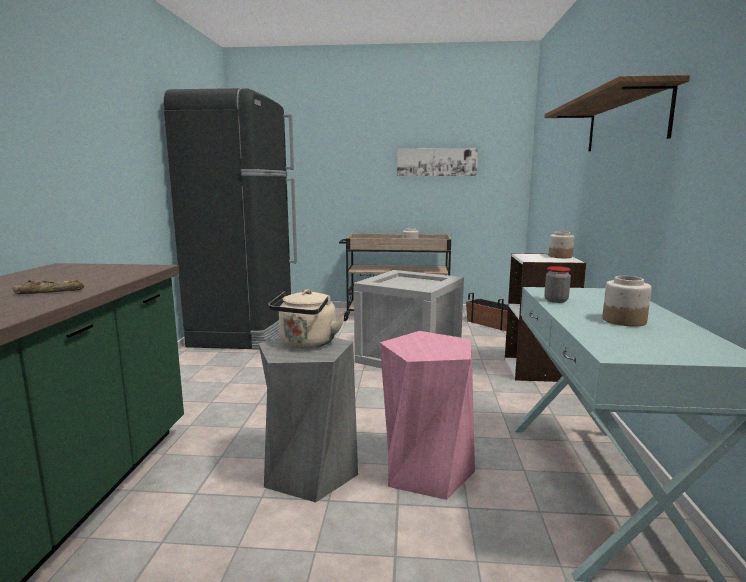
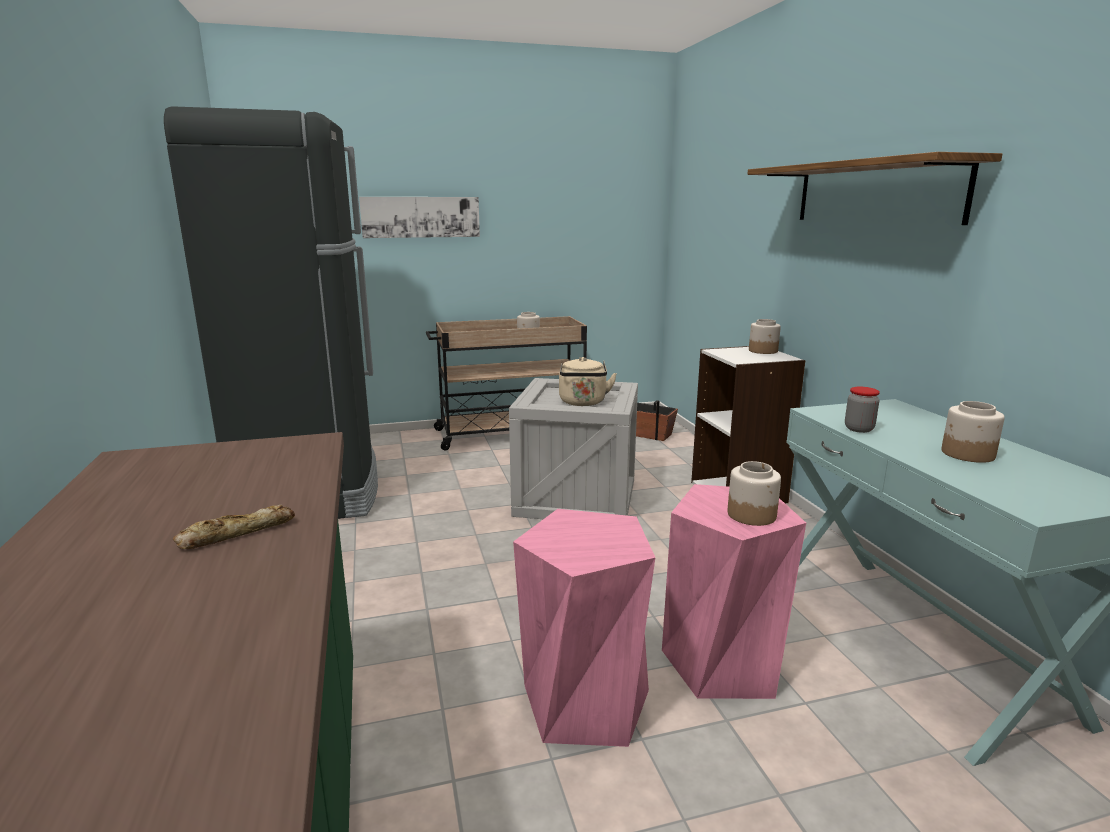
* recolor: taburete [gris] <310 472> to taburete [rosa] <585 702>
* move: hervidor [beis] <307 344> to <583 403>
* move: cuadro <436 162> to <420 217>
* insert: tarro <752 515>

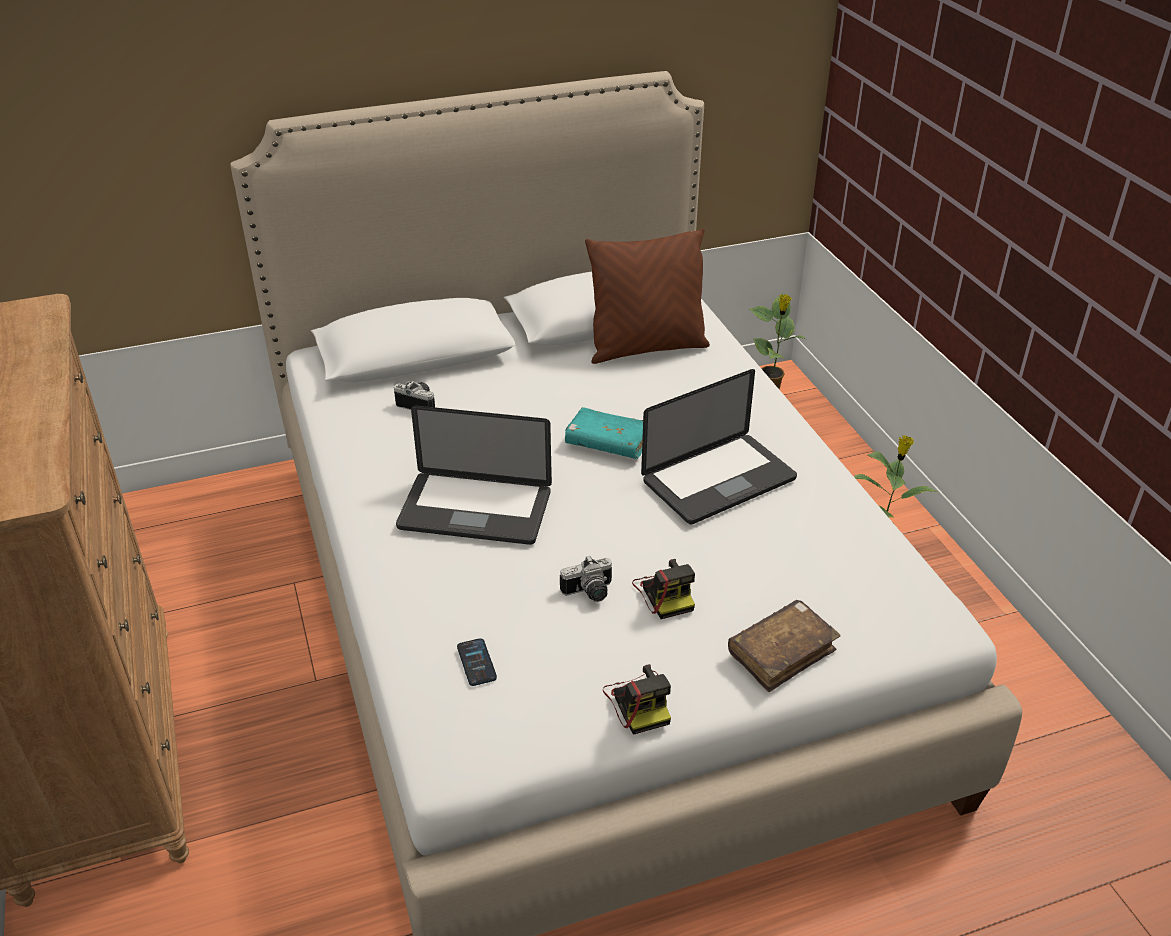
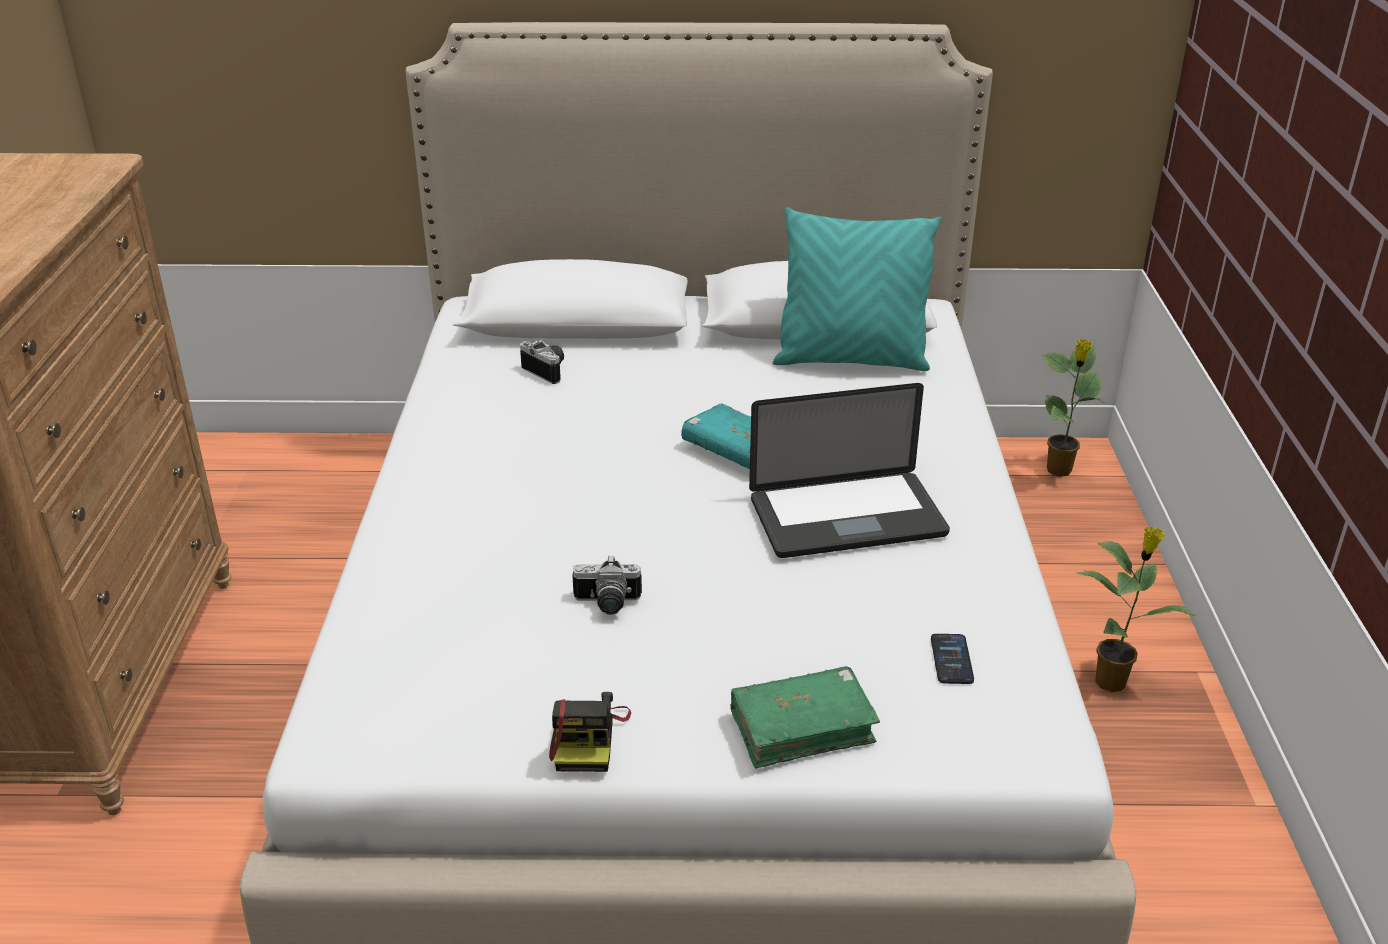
* delete: portátil <475 510>
* move: móvil <476 662> to <951 660>
* recolor: cojín [marrón] <646 348> to cojín [turquesa] <851 360>
* delete: cámara <665 593>
* recolor: libro [marrón] <781 653> to libro [verde] <802 728>

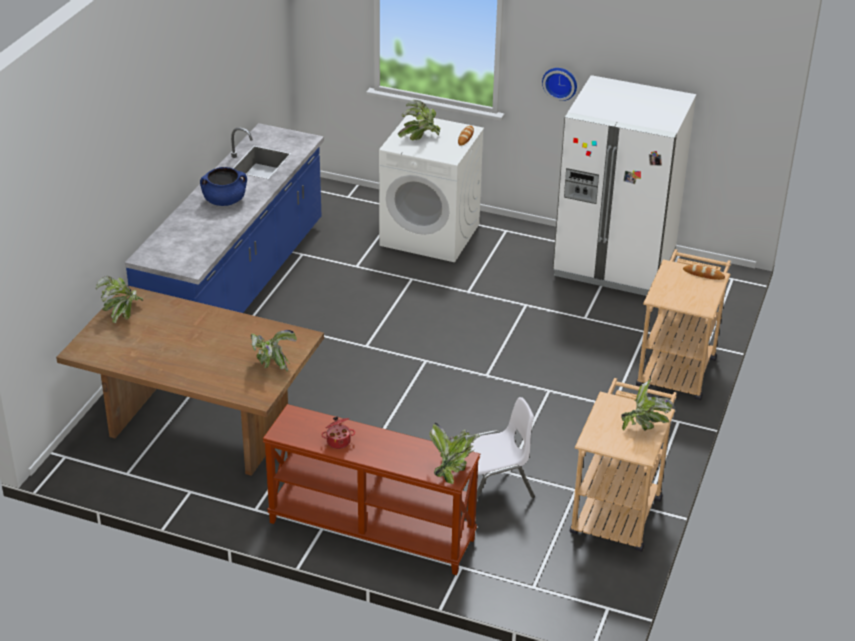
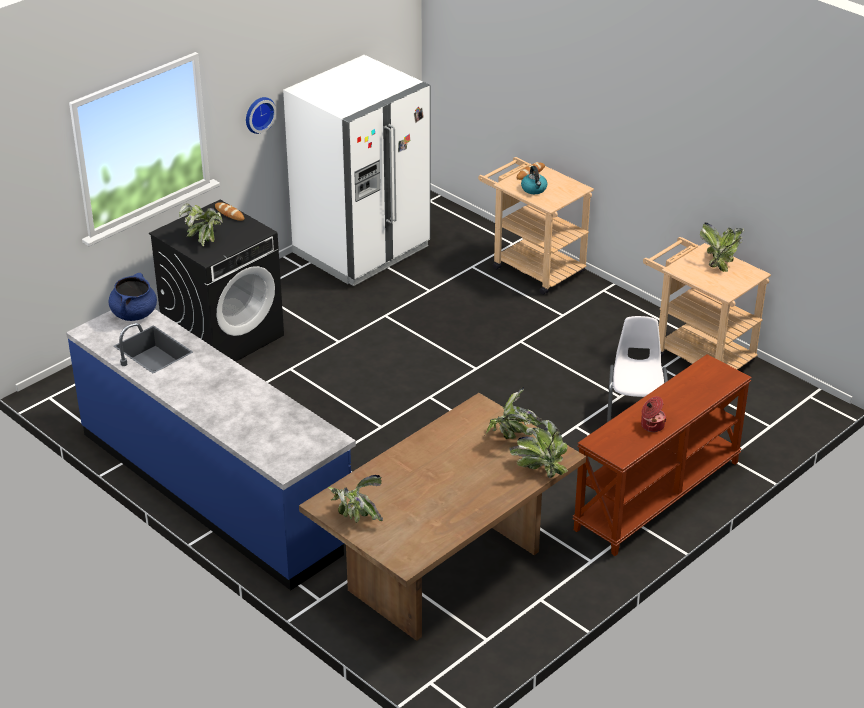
* move: olla [azul] <224 201> to <134 314>
* recolor: lavadora [blanco] <430 235> to lavadora [negro] <223 336>
* move: planta en maceta <453 468> to <539 467>
* insert: hervidor <534 189>

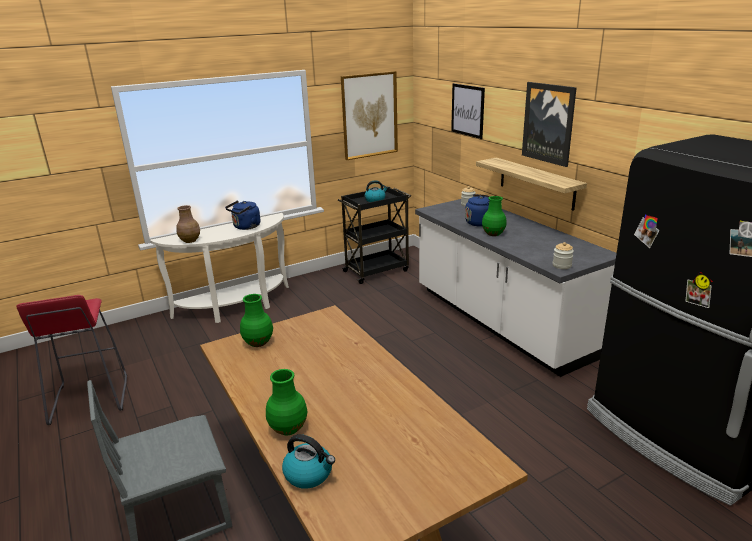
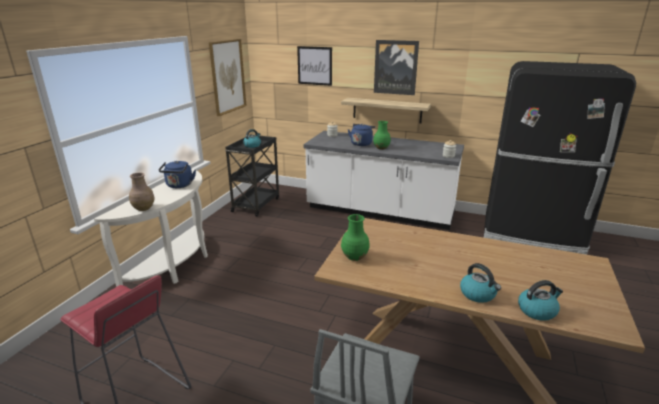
* replace: florero [verde] <289 428> to hervidor <478 294>

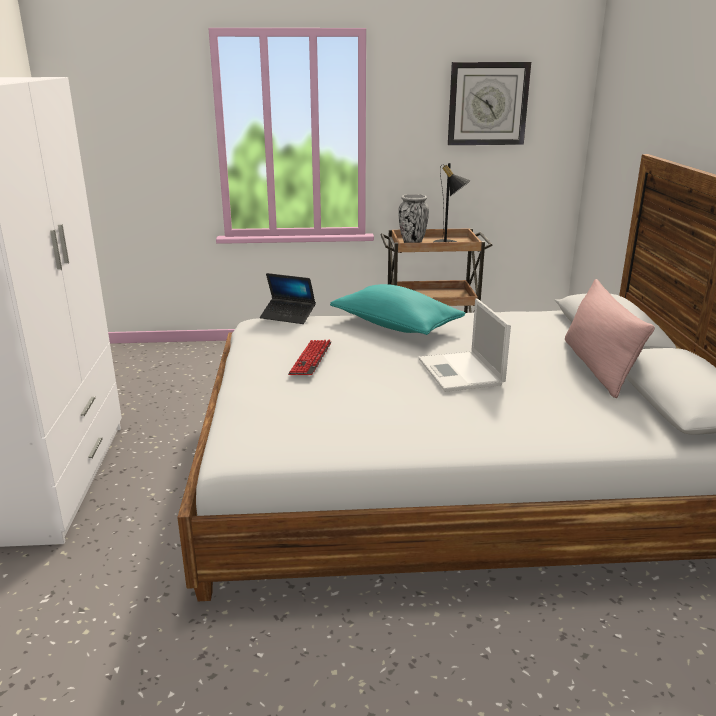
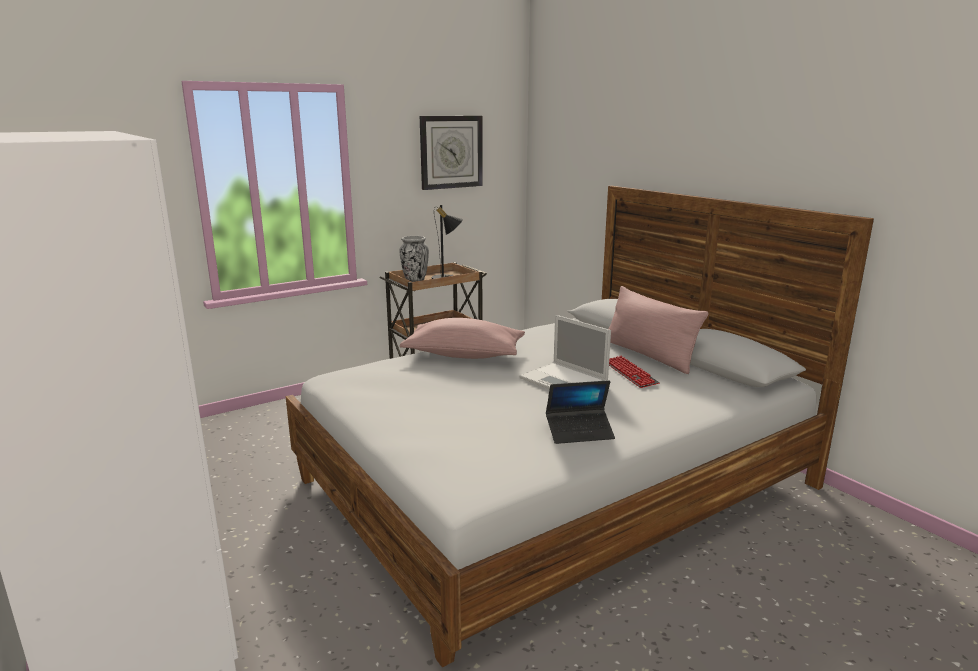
* move: portátil <288 316> to <579 432>
* move: teclado <310 359> to <630 373>
* recolor: cojín [turquesa] <396 326> to cojín [rosa] <464 355>

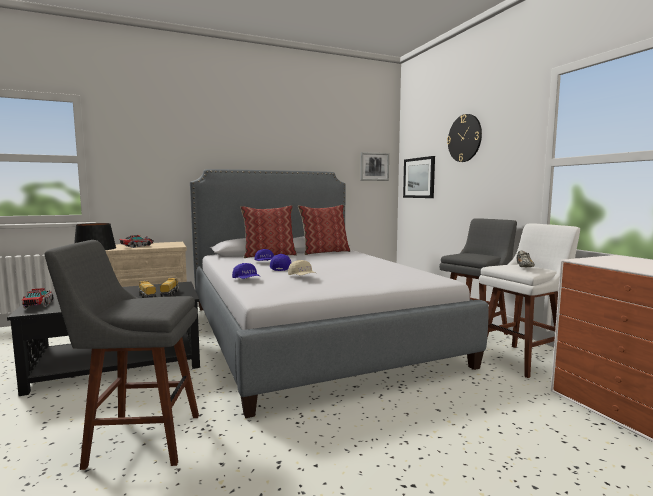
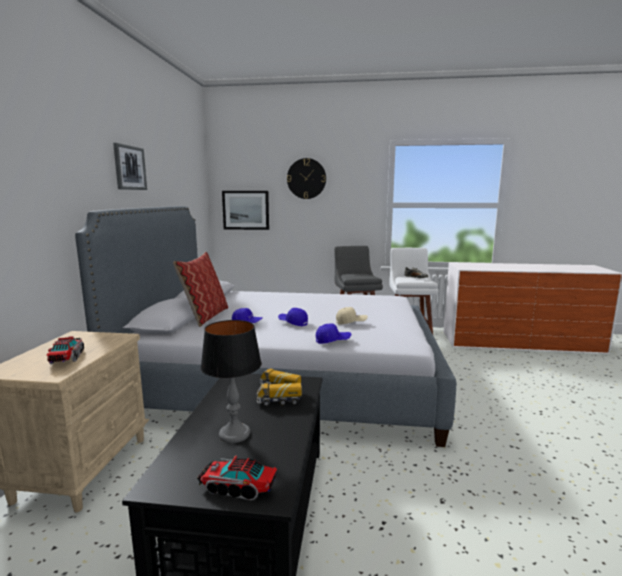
* delete: taburete [gris] <139 440>
* delete: cojín <324 252>
* move: cuadro <374 166> to <129 168>

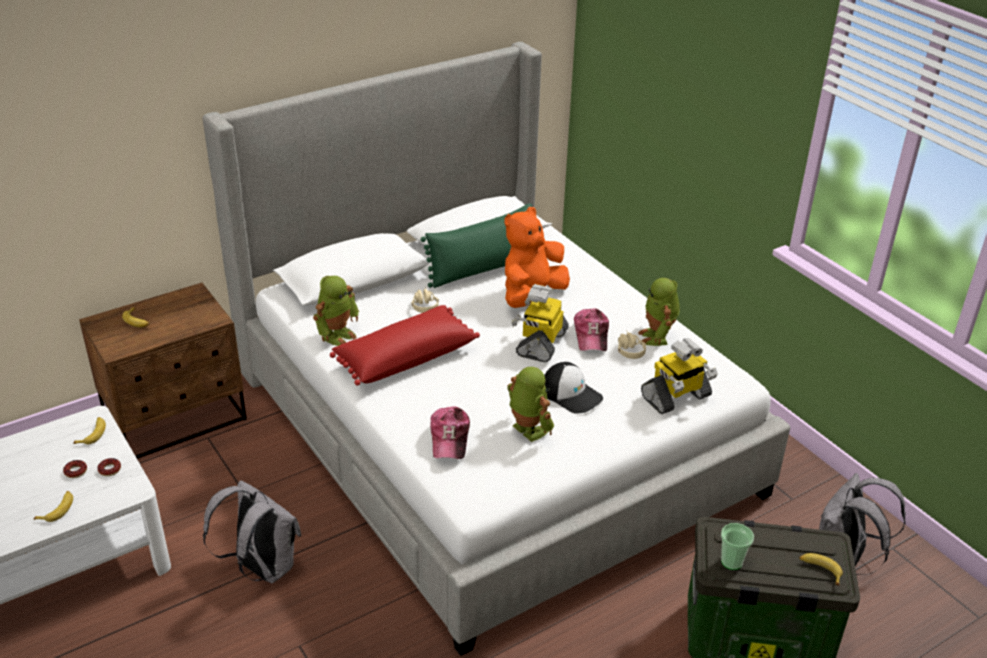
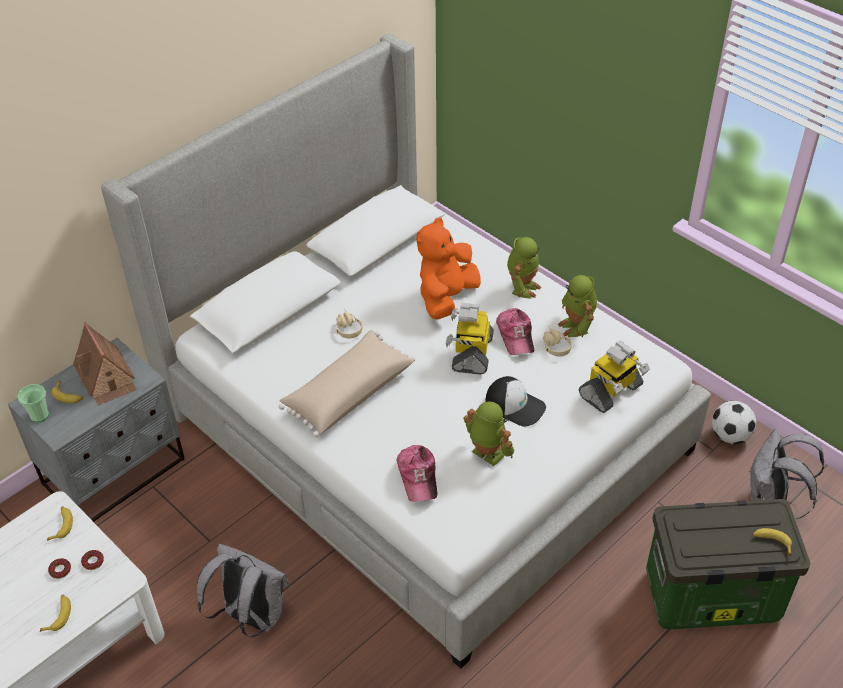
* recolor: mesita de noche [marrón] <176 420> to mesita de noche [gris] <115 472>
* move: robot de juguete <337 335> to <522 287>
* recolor: cojín [rojo] <405 357> to cojín [beis] <347 392>
* delete: cojín [verde] <483 269>
* move: taza <731 562> to <39 415>
* insert: casita <106 377>
* insert: balón de fútbol <730 436>

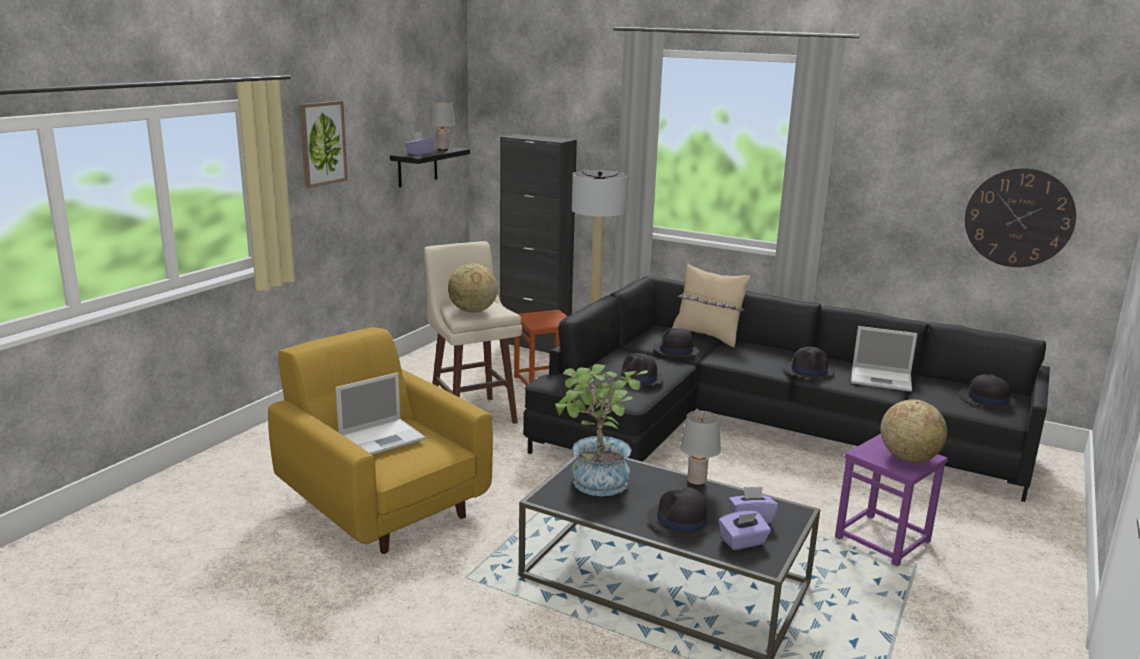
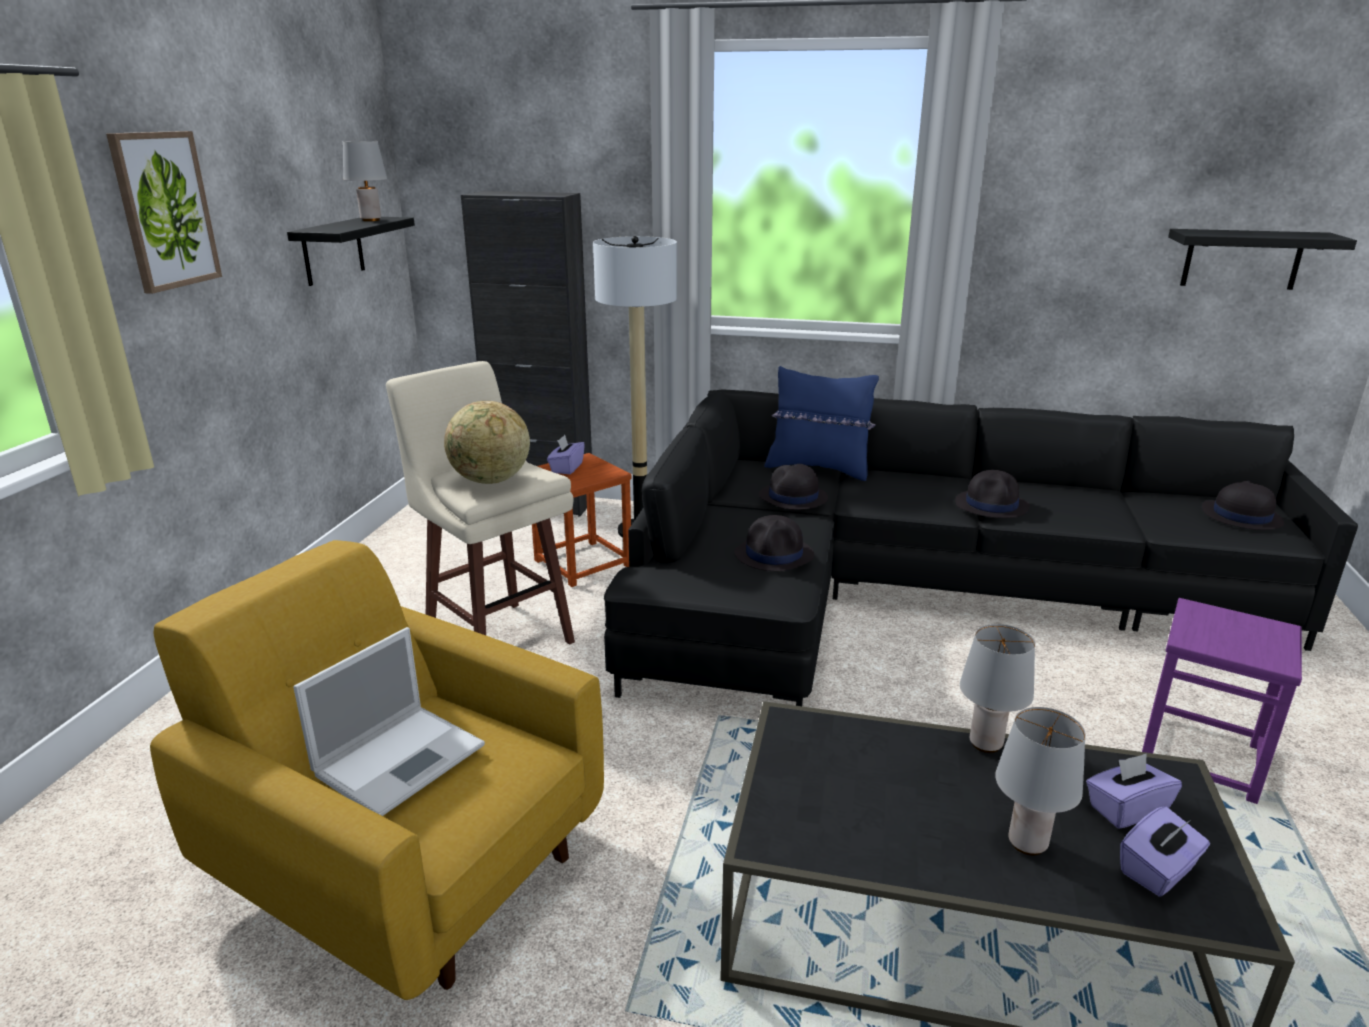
* move: caja de pañuelos [morado] <419 153> to <566 468>
* delete: planta en maceta <595 486>
* replace: sombrero [negro] <681 521> to lámpara de mesa [gris] <1027 844>
* recolor: cojín [beis] <707 336> to cojín [azul] <818 468>
* delete: portátil <882 379>
* delete: globo terráqueo <908 458>
* replace: reloj de pared <1019 218> to estante [negro] <1242 259>

